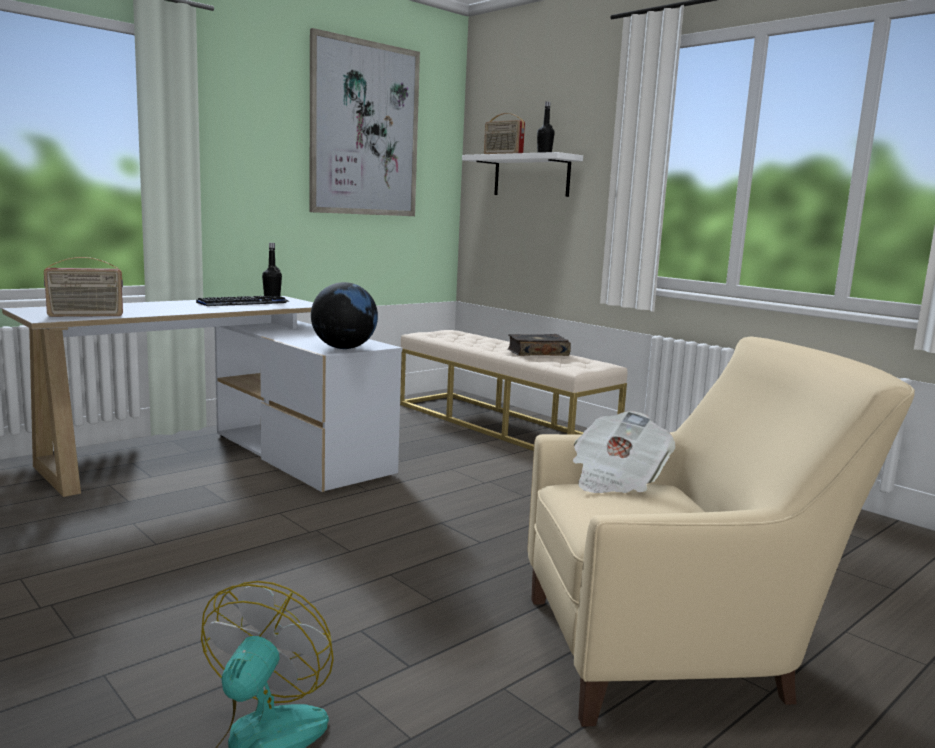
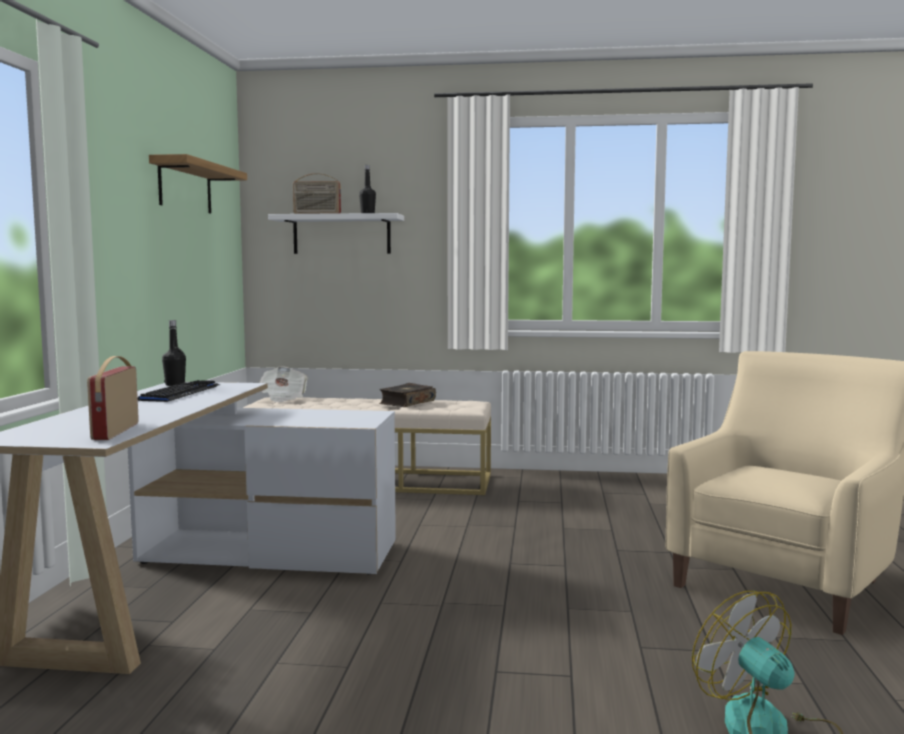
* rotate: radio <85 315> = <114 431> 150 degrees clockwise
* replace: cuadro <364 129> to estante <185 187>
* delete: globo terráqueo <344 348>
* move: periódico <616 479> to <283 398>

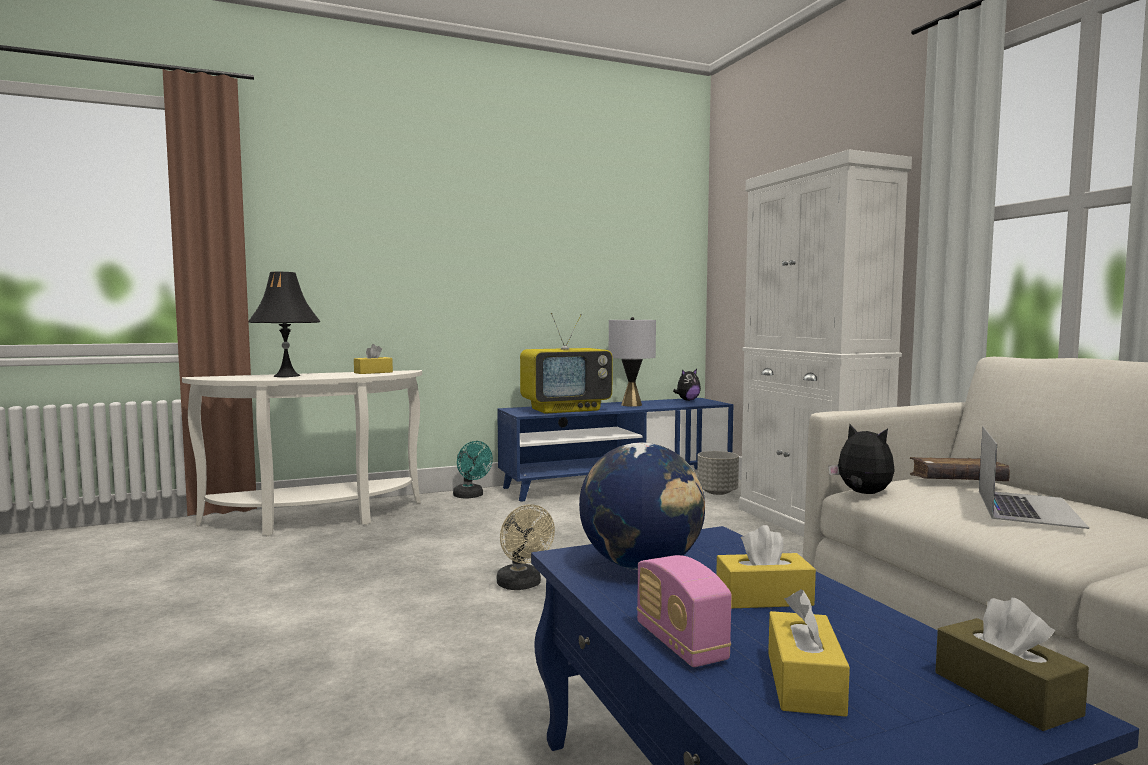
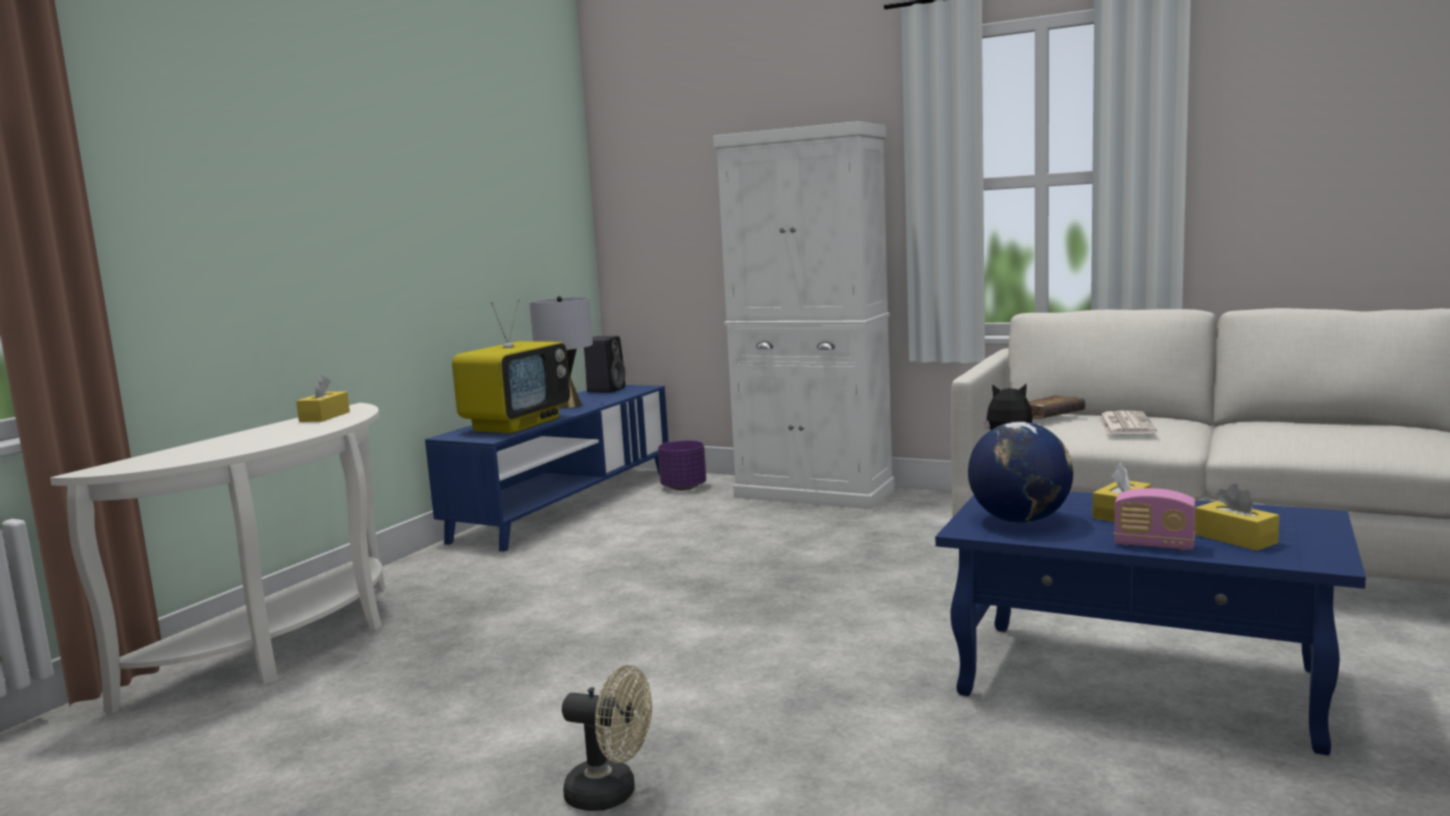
* delete: lámpara de mesa [negro] <286 376>
* delete: ventilador [turquesa] <471 496>
* move: ventilador [beis] <522 585> to <612 794>
* replace: peluche <687 400> to altavoz [negro] <606 389>
* recolor: maceta [gris] <717 492> to maceta [morado] <683 488>
* delete: caja de pañuelos [marrón] <1005 693>
* replace: portátil <1027 508> to periódico <1124 425>

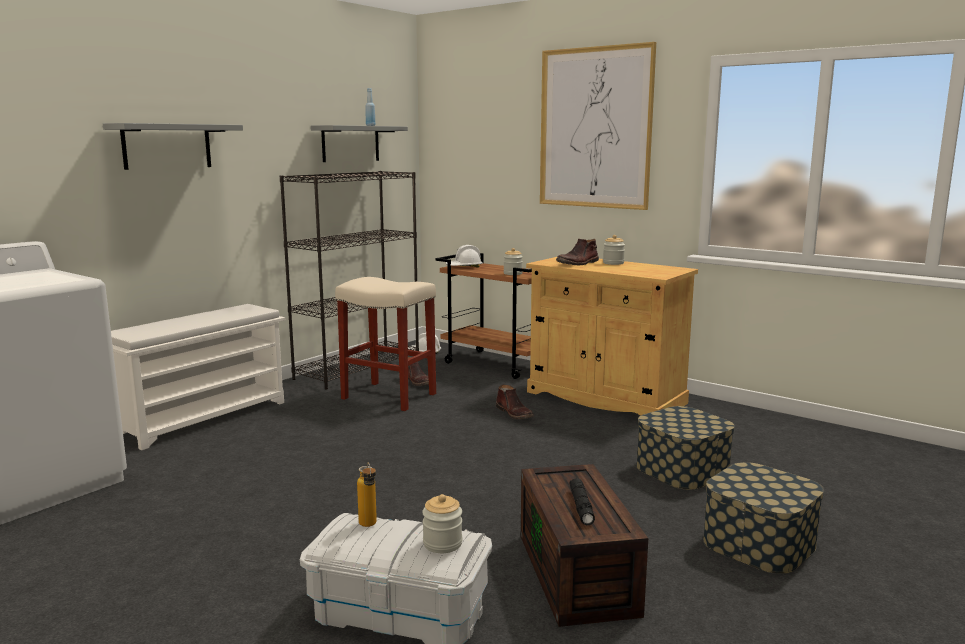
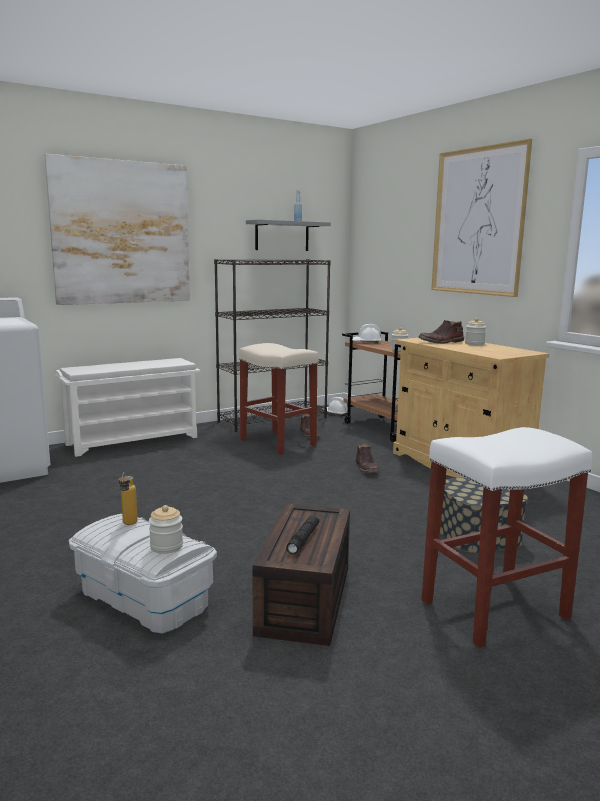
* replace: estante [gris] <167 146> to cuadro <122 233>
* replace: caja de almacenaje <759 543> to taburete [blanco] <495 608>

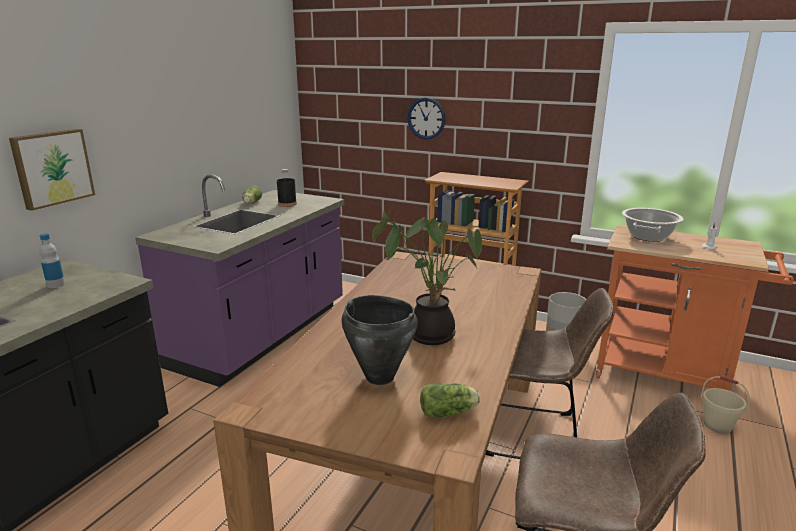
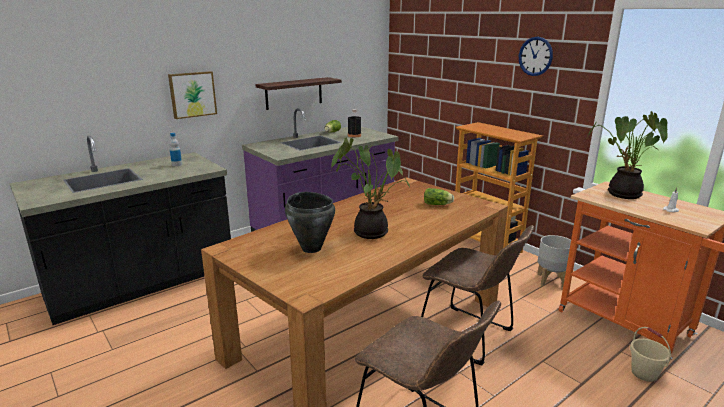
* move: reloj de pared <426 118> to <535 56>
* move: lechuga <450 412> to <438 204>
* replace: olla <648 237> to planta en maceta <621 194>
* insert: estante <294 93>

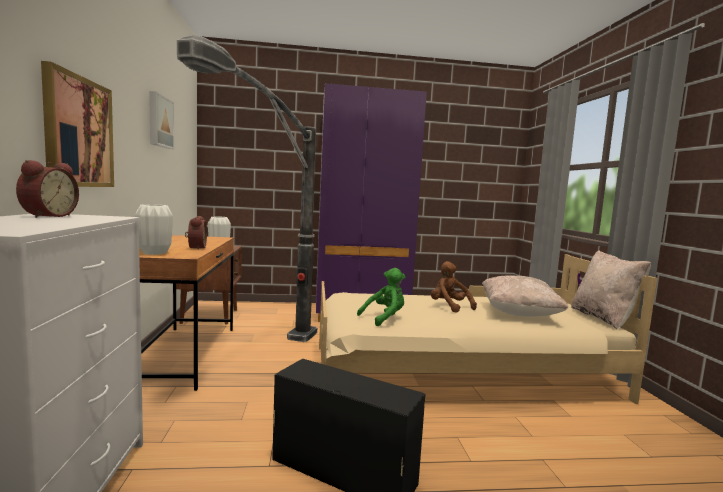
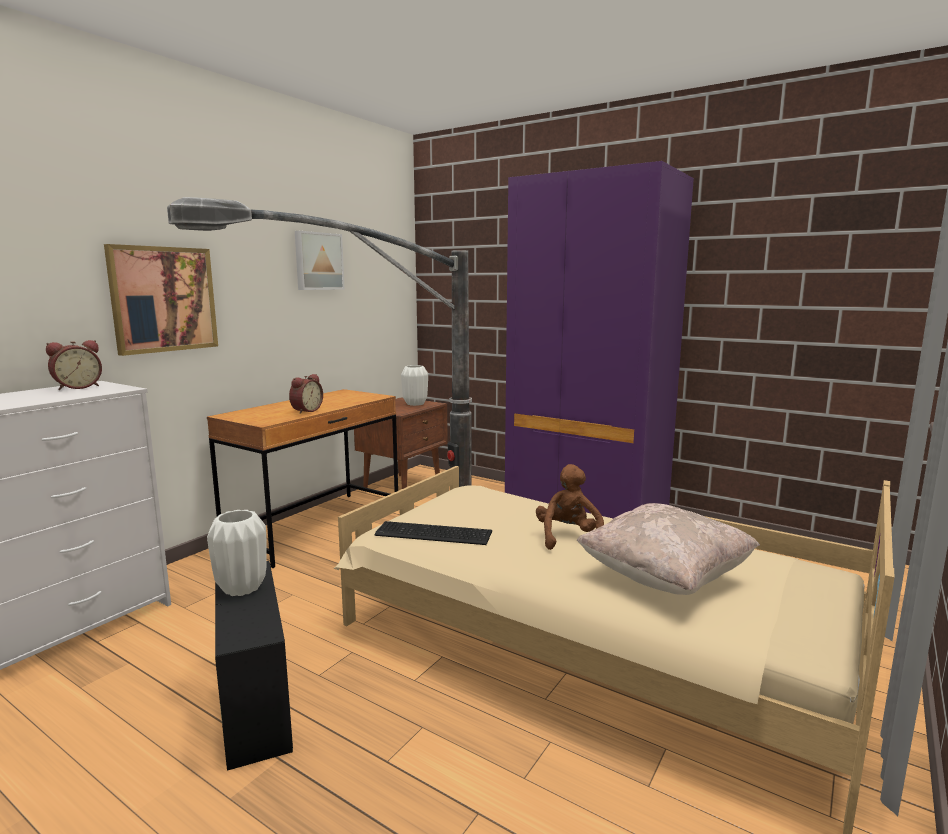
* move: florero [blanco] <154 253> to <242 587>
* replace: peluche [verde] <384 318> to teclado <434 534>
* delete: cojín [beis] <604 318>

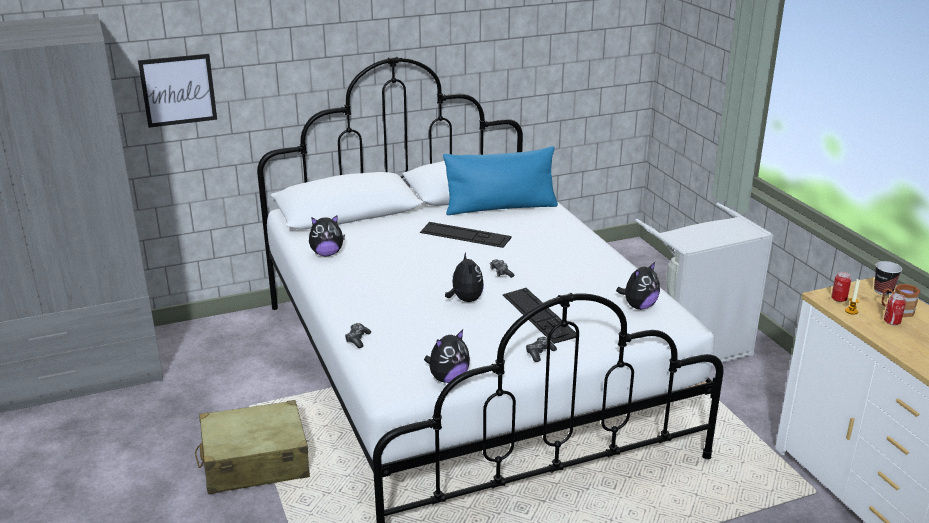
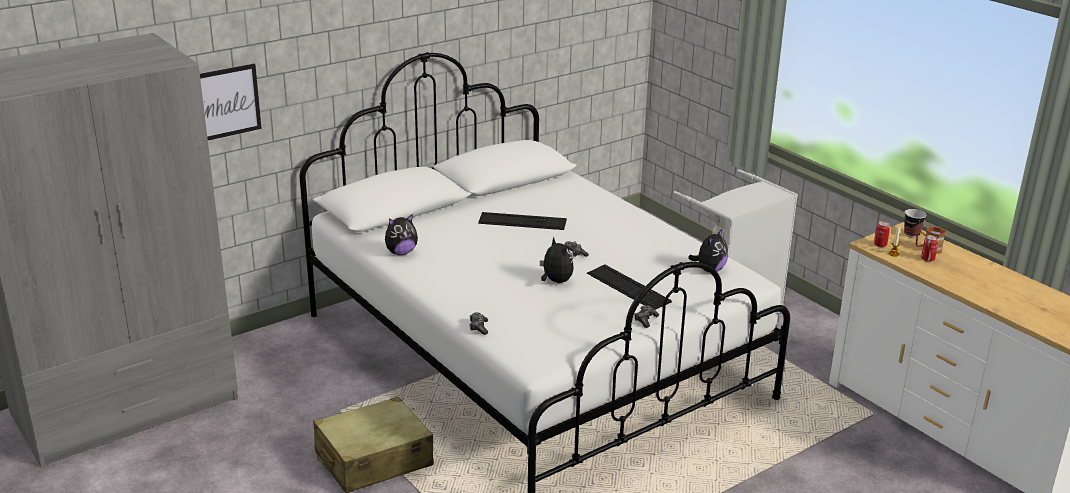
* delete: peluche <448 378>
* delete: cojín [azul] <500 208>

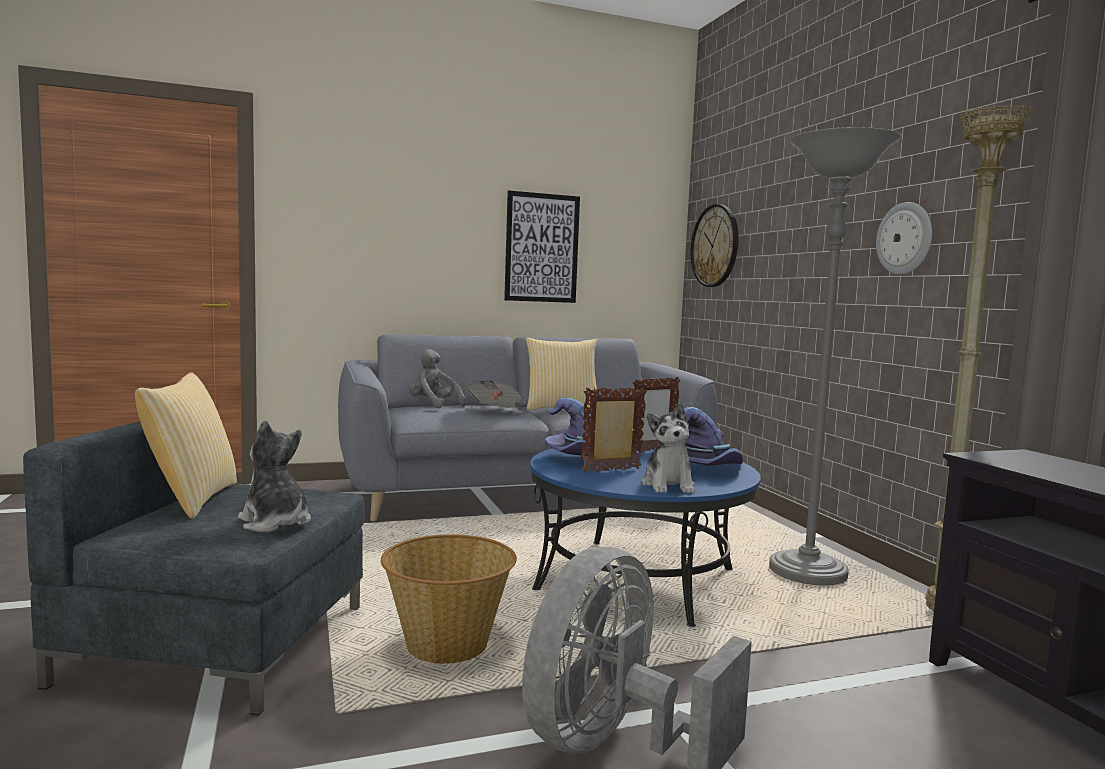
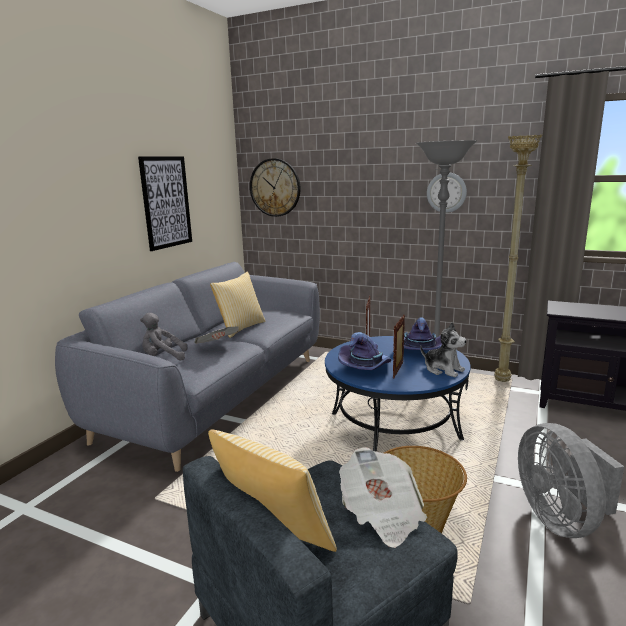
* replace: peluche <275 523> to periódico <382 514>

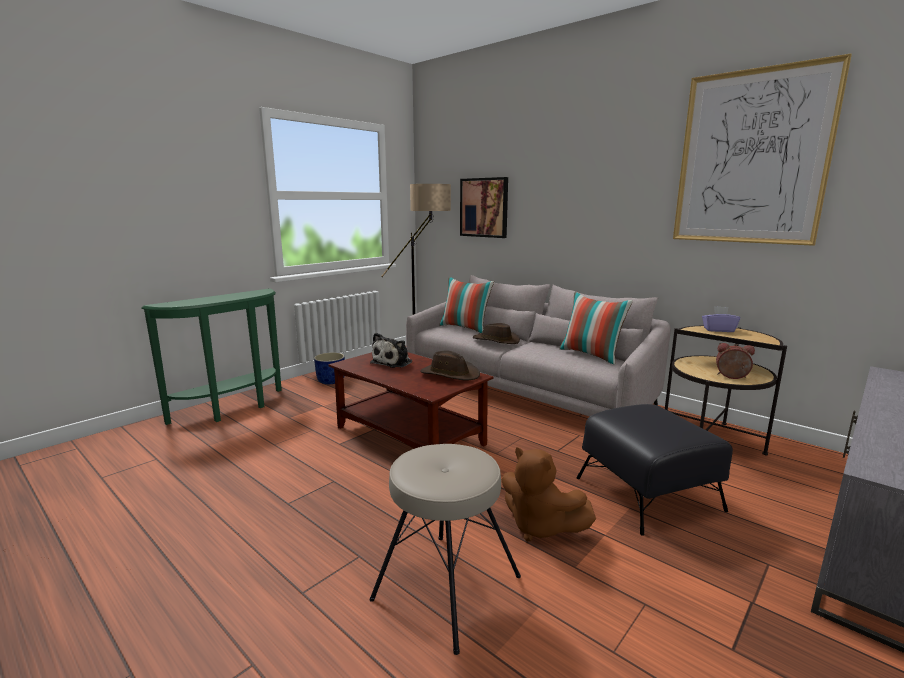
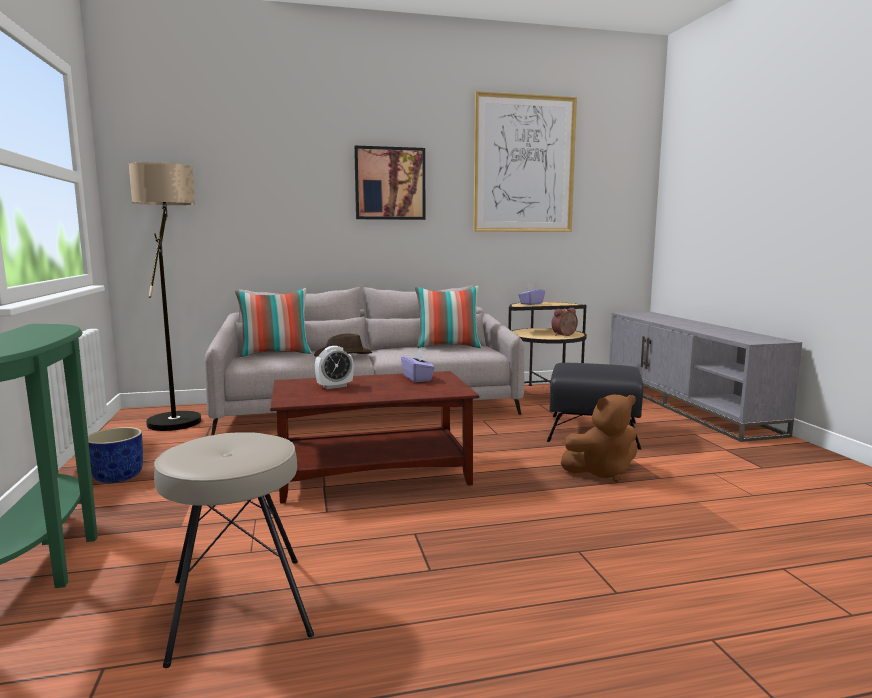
* replace: peluche <393 362> to despertador <334 386>
* move: taburete [beis] <445 587> to <237 607>
* replace: sombrero [marrón] <450 374> to caja de pañuelos [morado] <417 378>
* move: cuadro <484 207> to <390 183>

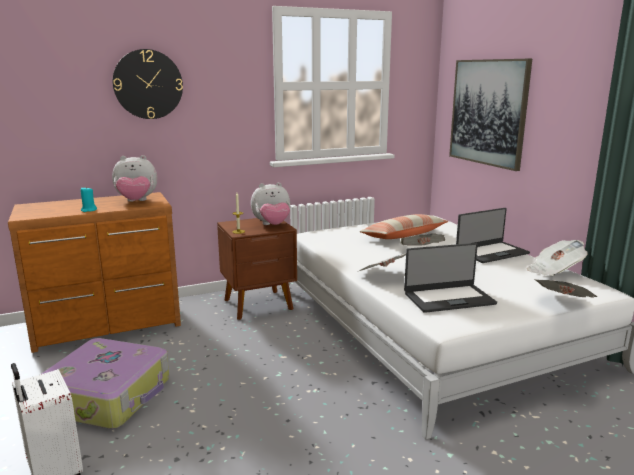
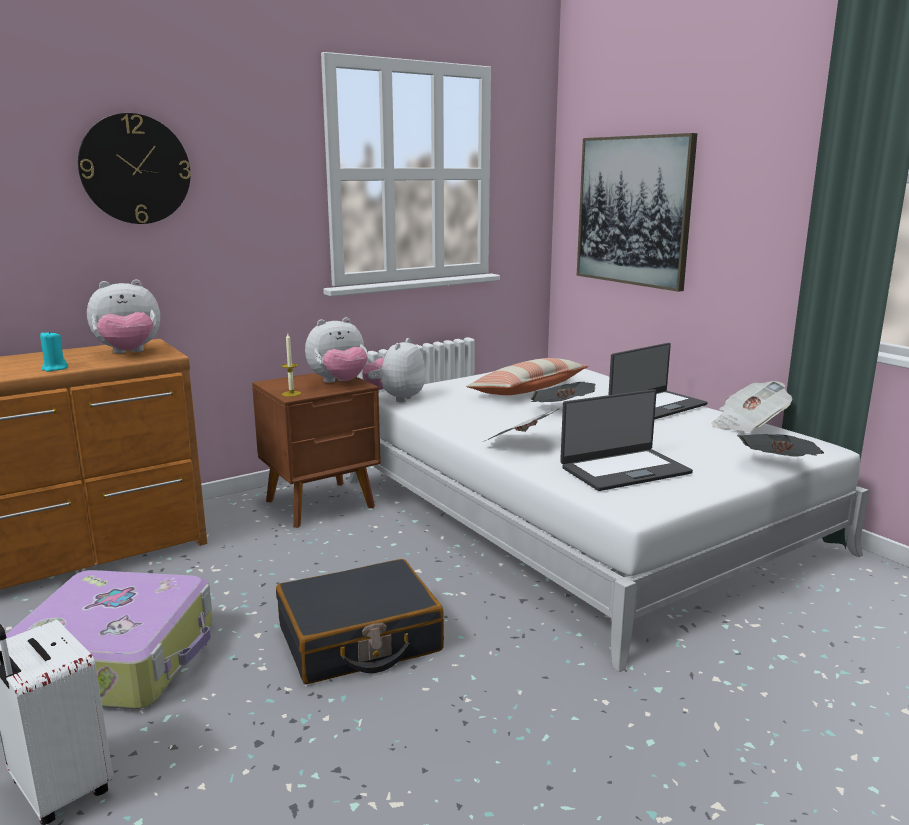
* insert: maleta [negro] <359 640>
* insert: peluche <396 398>

